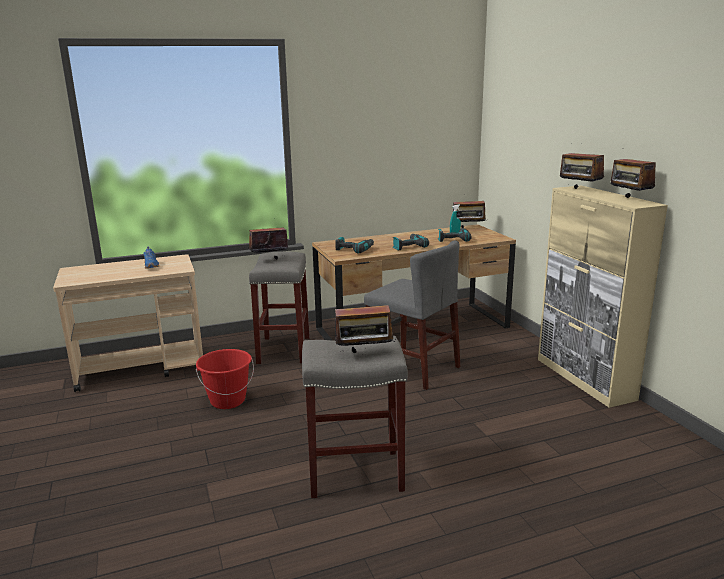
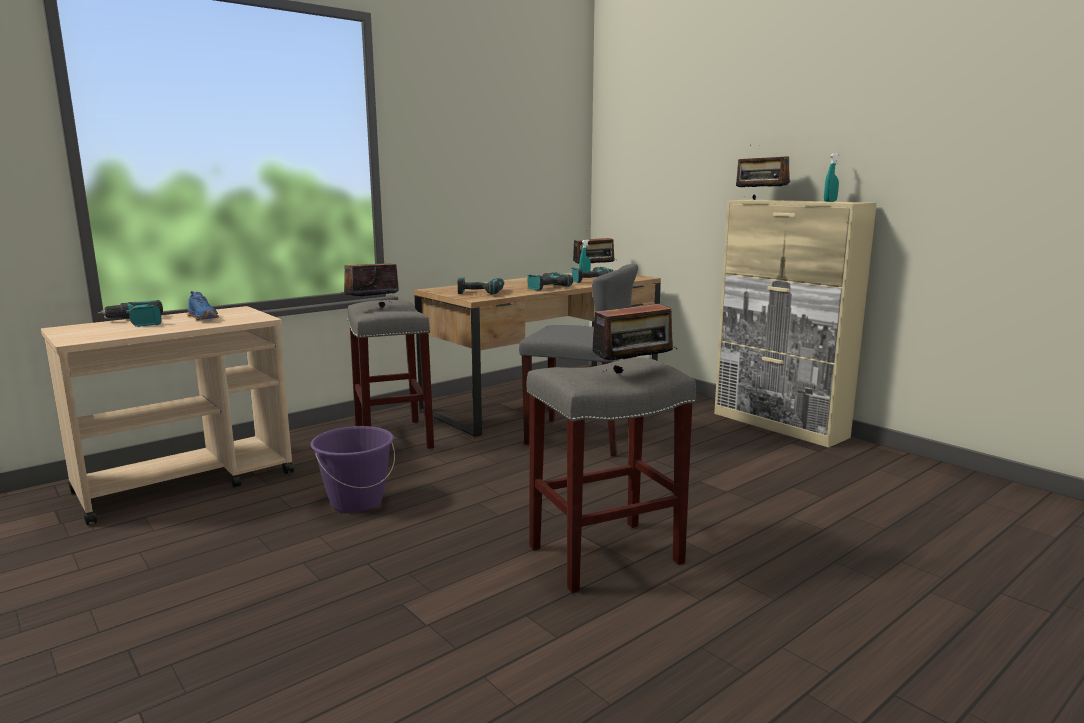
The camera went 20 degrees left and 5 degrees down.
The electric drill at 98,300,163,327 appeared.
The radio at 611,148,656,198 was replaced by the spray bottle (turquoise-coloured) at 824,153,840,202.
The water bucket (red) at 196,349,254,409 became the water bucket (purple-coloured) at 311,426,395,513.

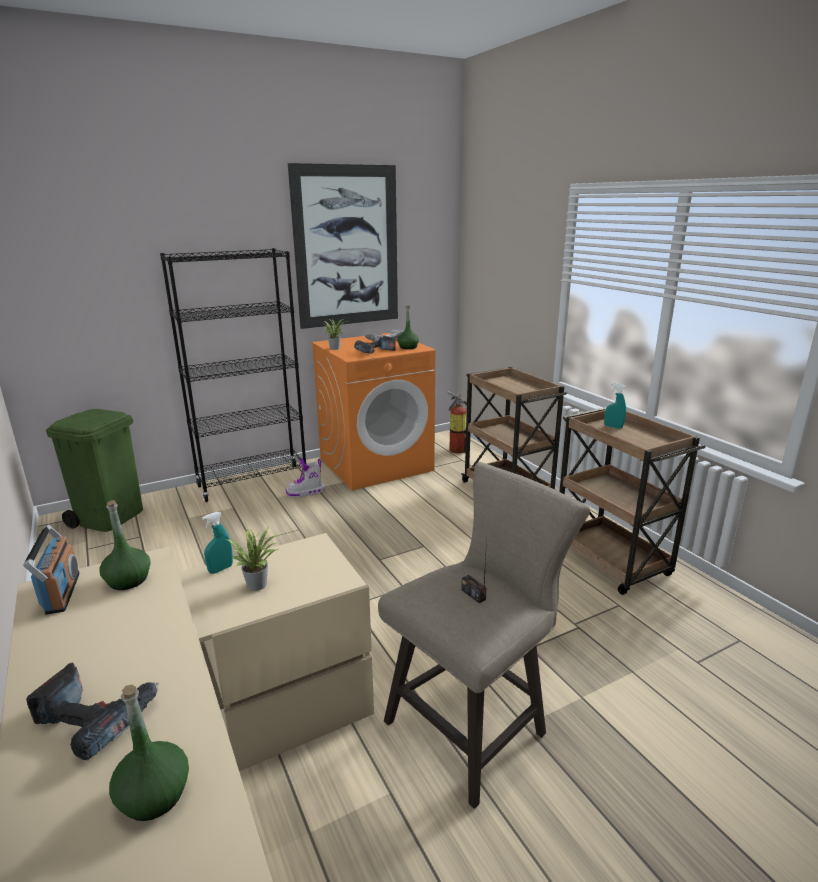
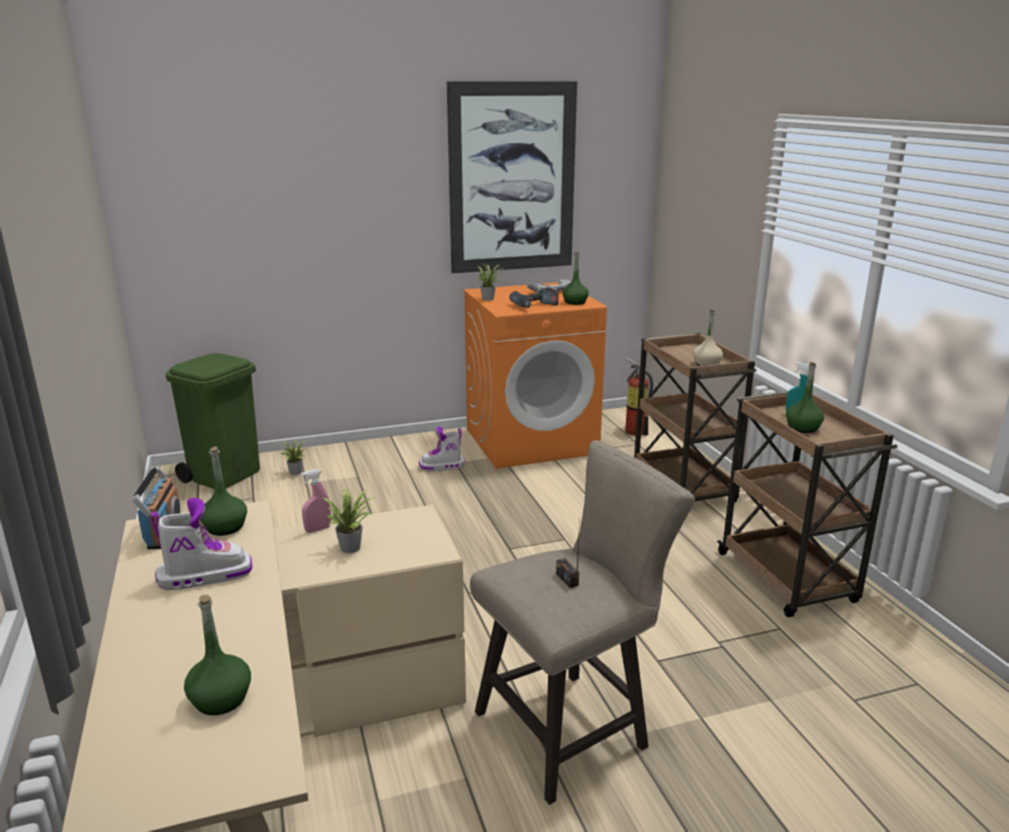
The camera went 10 degrees right and 0 degrees up.
The electric drill at 26,663,159,760 disappeared.
The shelving unit (black-coloured) at 160,248,306,502 disappeared.
The boot at 151,498,252,590 appeared.
The potted plant at 278,439,306,475 appeared.
The drink bottle (sand-coloured) at 693,309,723,366 appeared.
The drink bottle (greenish) at 786,362,824,433 appeared.
The spray bottle (turquoise-coloured) at 202,512,233,574 became the spray bottle (pink) at 301,469,331,533.

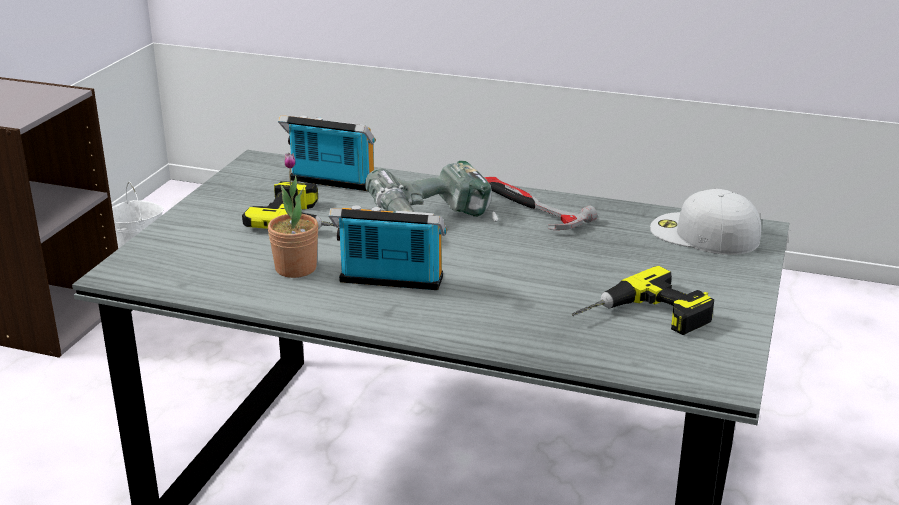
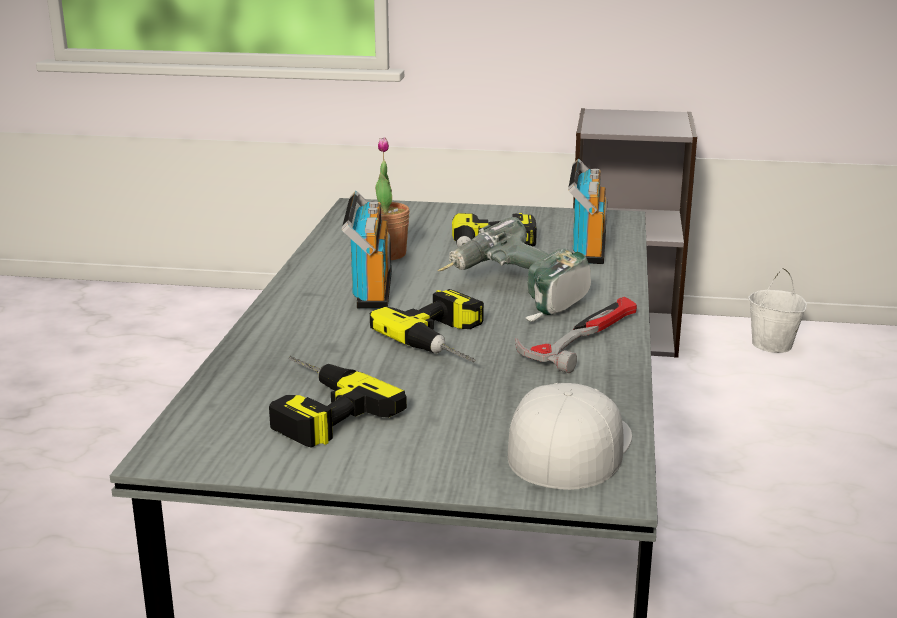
The camera went 80 degrees right and 5 degrees down.
The electric drill at 370,289,484,363 appeared.

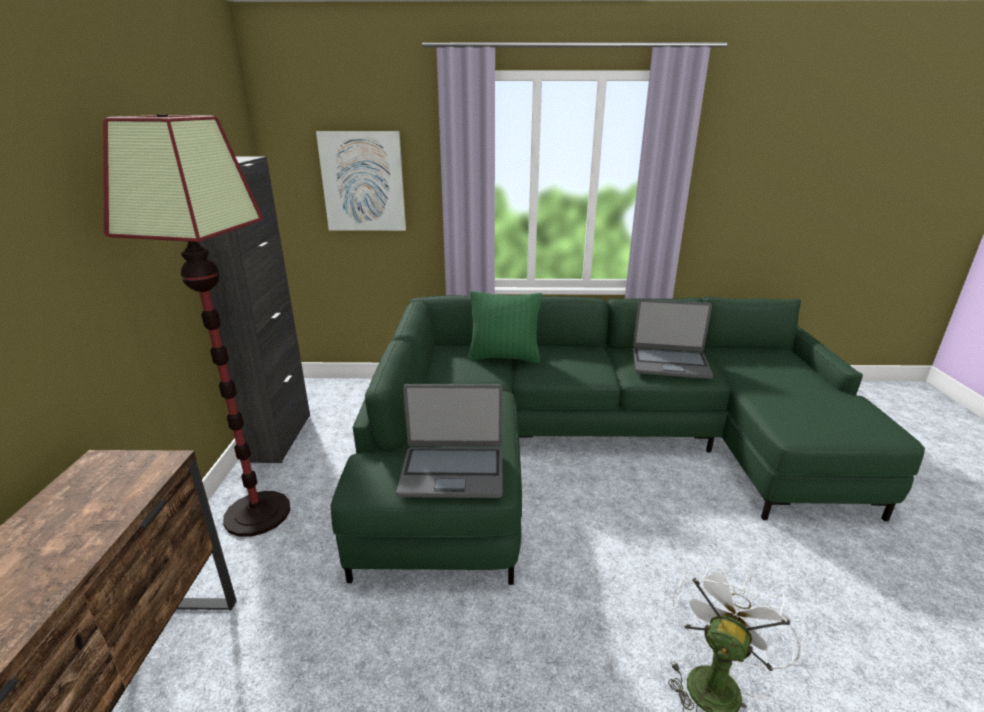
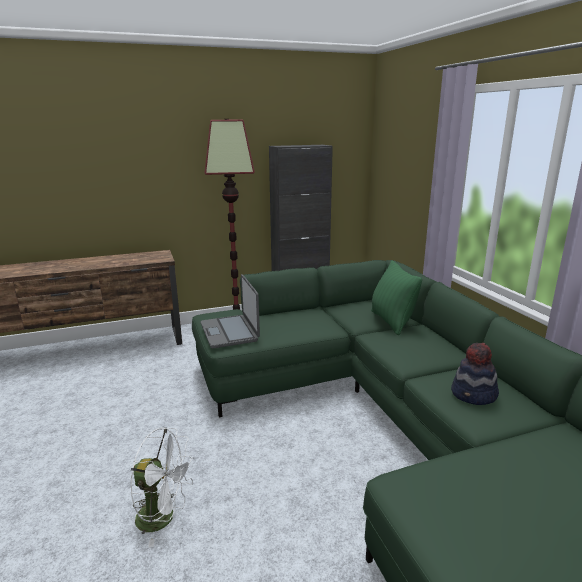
The camera went 70 degrees right and 5 degrees down.
The wall art at 316,131,406,231 disappeared.
The laptop at 633,299,713,379 was replaced by the wearable hat at 451,343,499,405.

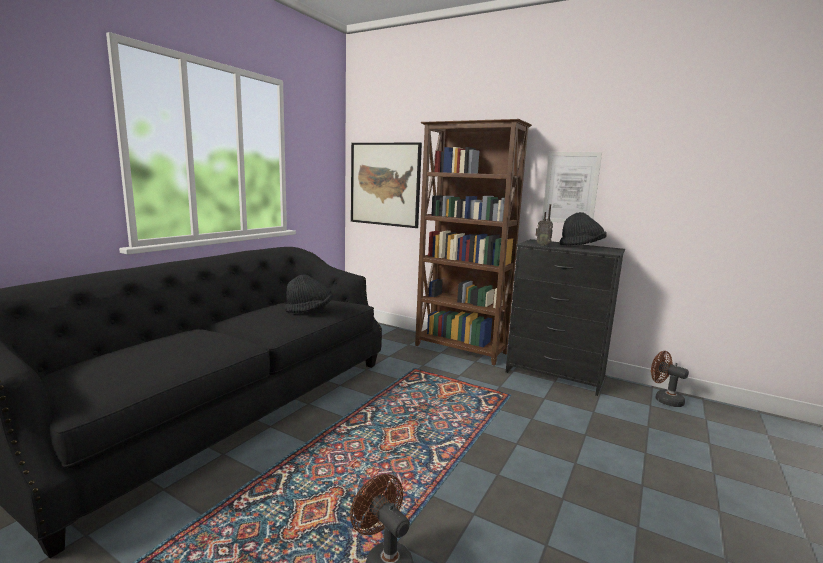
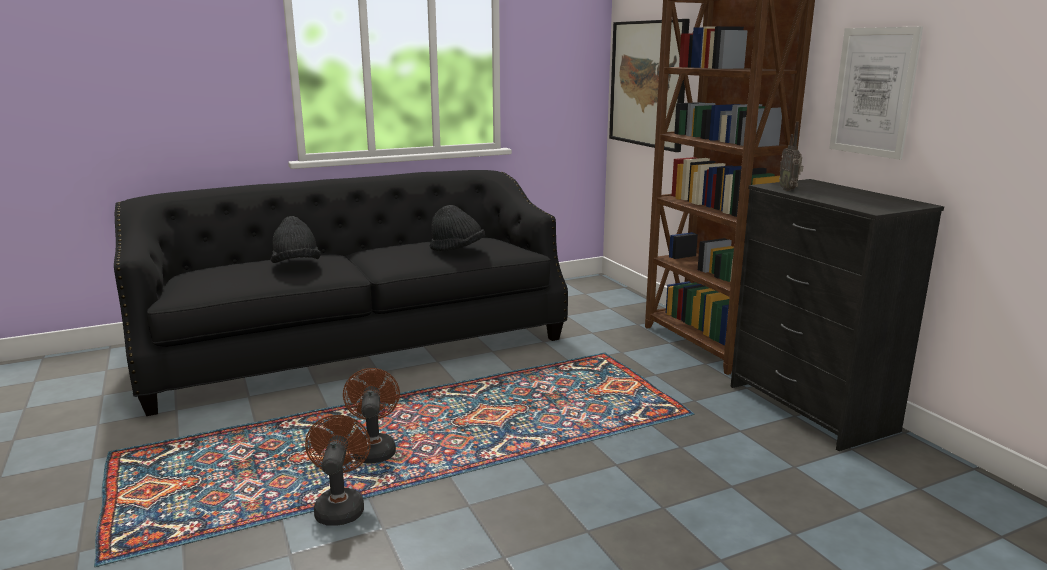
The camera went 35 degrees right and 5 degrees up.
The wearable hat (black-coloured) moved from 559,212,607,245 to 271,216,321,263.
The cooling fan (brown-coloured) moved from 651,351,689,407 to 343,368,400,463.

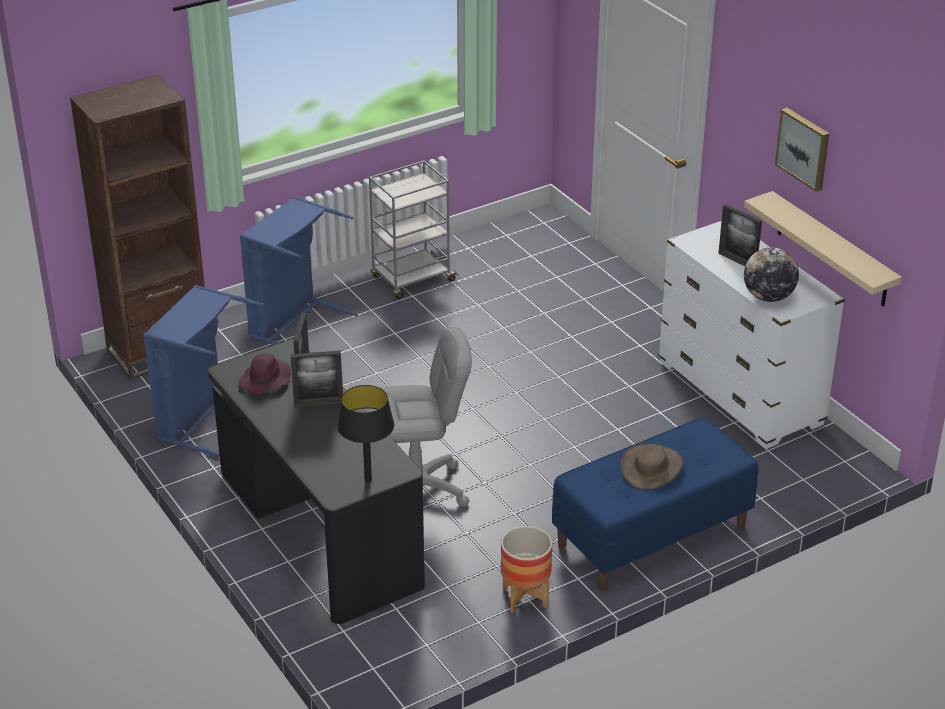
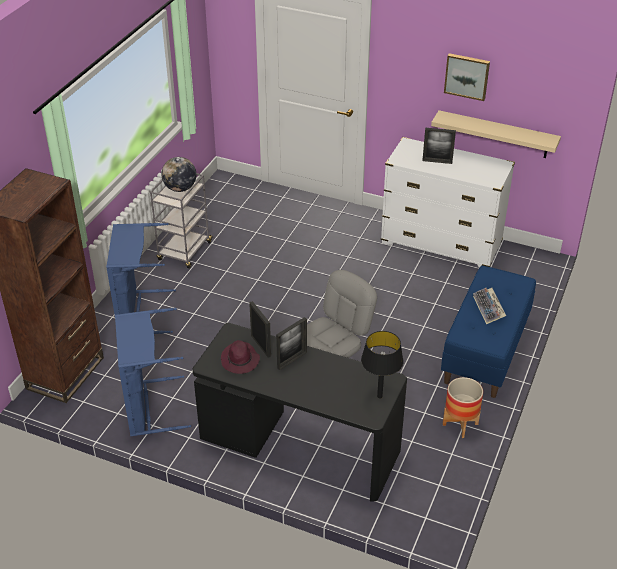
The camera went 35 degrees left and 5 degrees up.
The desk globe moved from 744,247,799,302 to 161,157,196,192.
The wearable hat (brown-coloured) at 621,444,683,489 was replaced by the PC keyboard at 473,288,506,324.

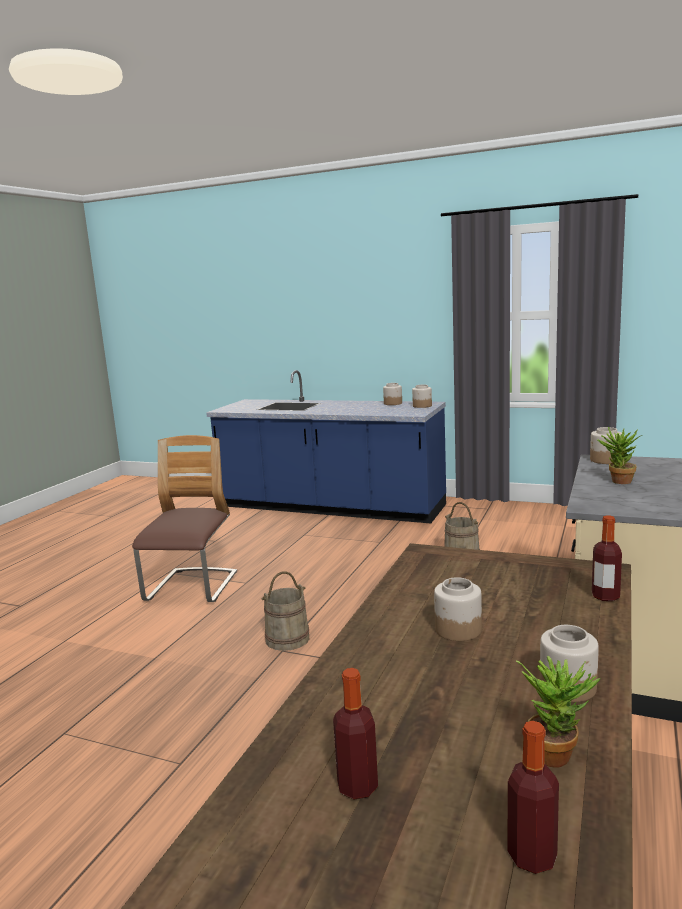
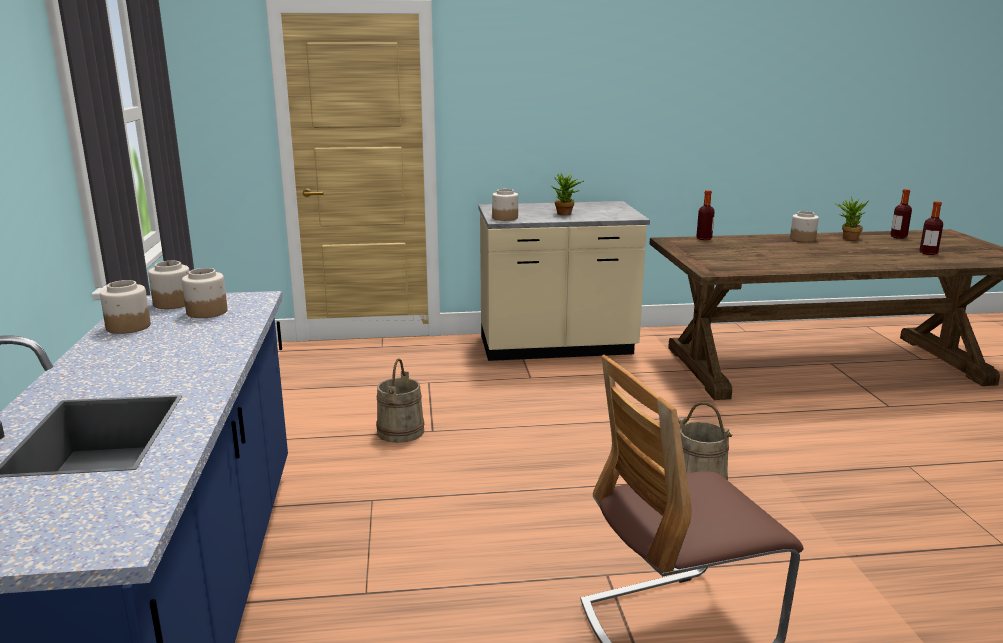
The camera went 120 degrees left and 5 degrees up.
The jar moved from 434,577,482,641 to 182,268,228,318.

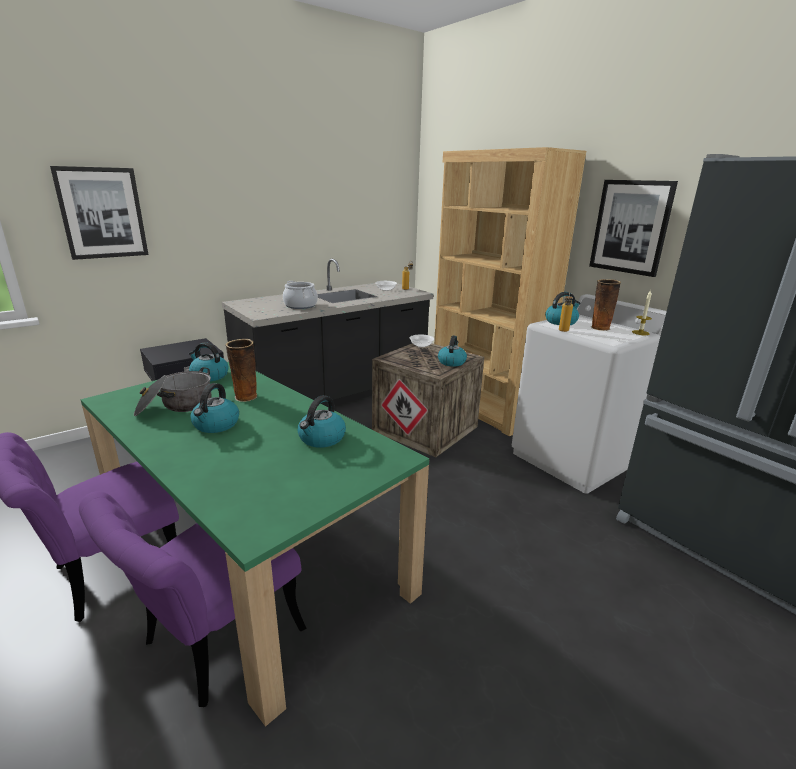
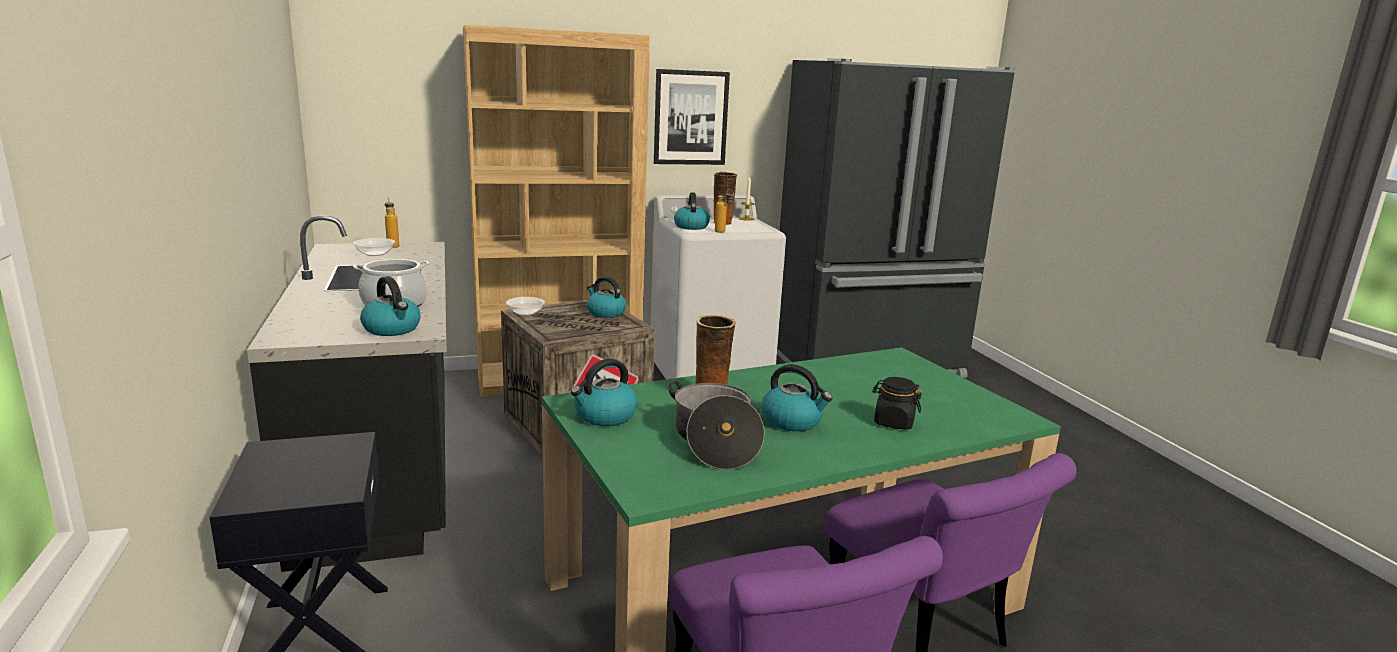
The camera went 70 degrees left and 5 degrees down.
The wall art at 50,166,148,260 disappeared.
The jar (black-coloured) at 872,377,922,430 appeared.
The tea kettle moved from 298,395,346,448 to 360,276,421,336.

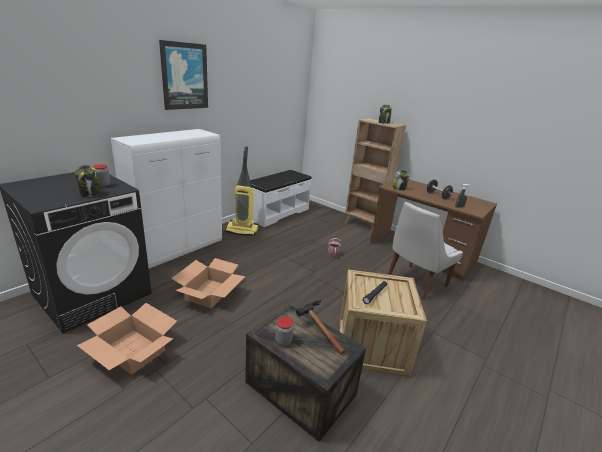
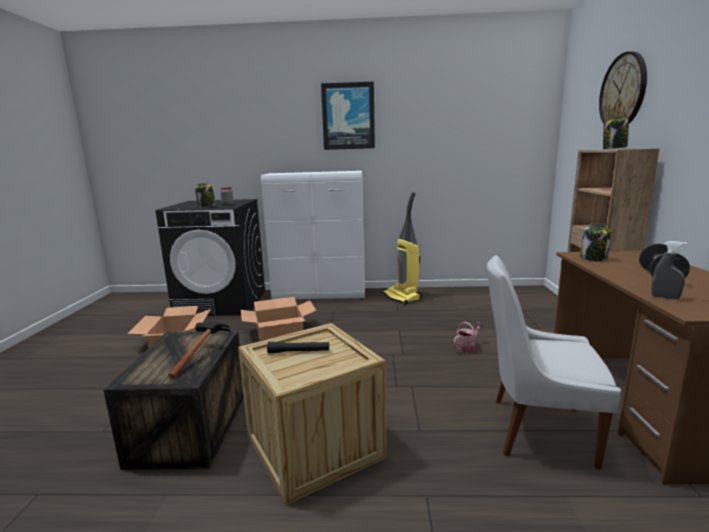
The camera went 55 degrees right and 10 degrees down.
The indoor bench (white) at 250,170,312,227 disappeared.
The jar at 275,317,294,346 disappeared.
The hanging clock at 599,51,647,124 appeared.

